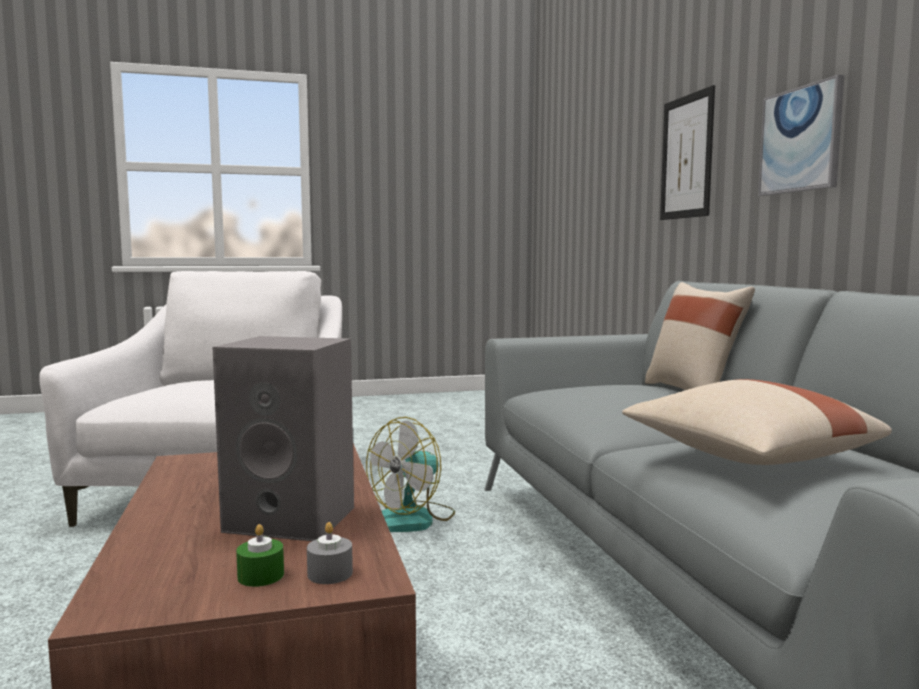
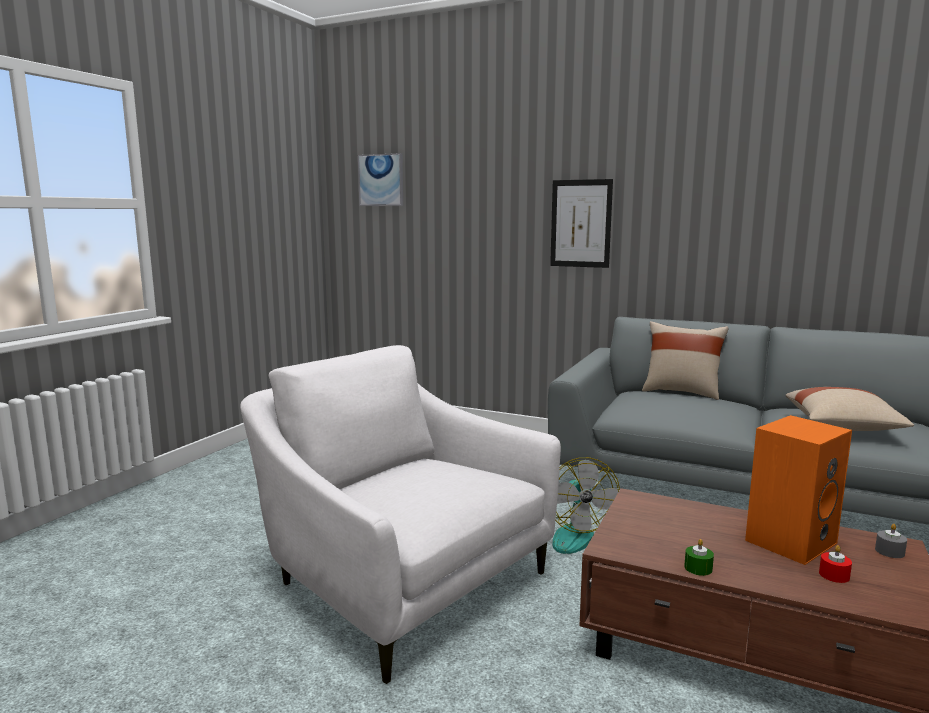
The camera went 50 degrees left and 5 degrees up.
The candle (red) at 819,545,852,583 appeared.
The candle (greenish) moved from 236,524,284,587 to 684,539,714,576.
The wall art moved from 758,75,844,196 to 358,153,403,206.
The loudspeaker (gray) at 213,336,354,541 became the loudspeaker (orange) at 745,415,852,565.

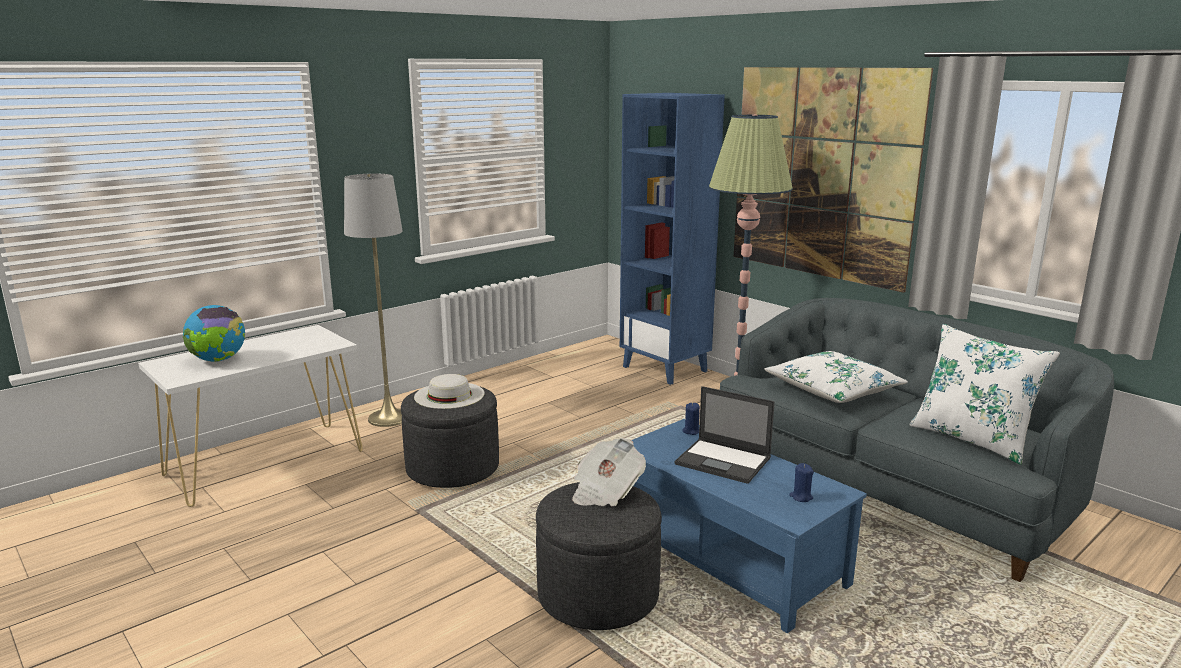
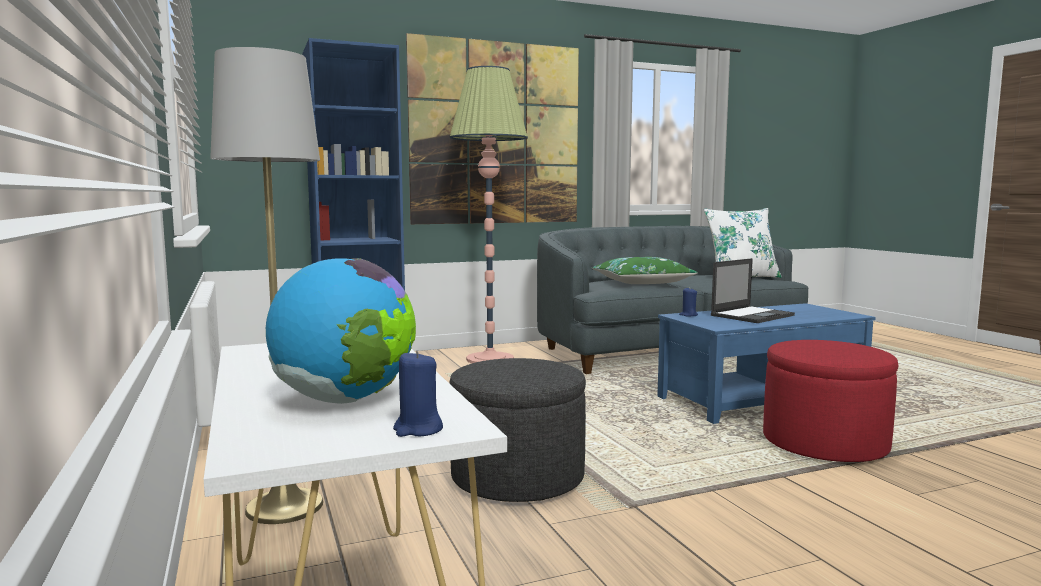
The camera went 70 degrees left and 10 degrees down.
The wearable hat (white) at 414,374,484,409 disappeared.
The newspaper at 572,438,646,507 disappeared.
The candle (blue) moved from 789,463,814,502 to 393,350,443,437.
The footrest (gray) at 536,482,662,630 became the footrest (red) at 763,340,898,462.
The throw pillow (white) at 764,351,908,403 became the throw pillow (greenish) at 592,257,698,284.

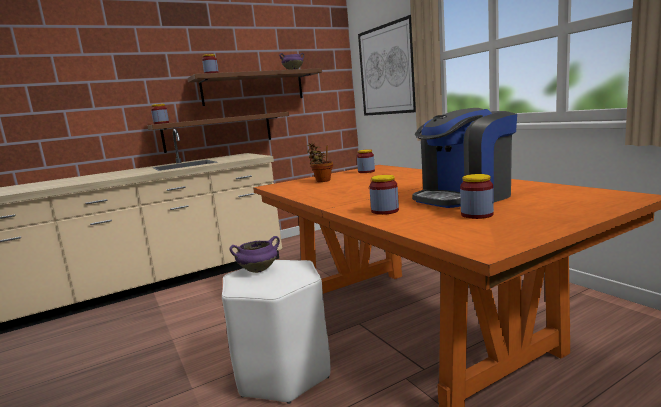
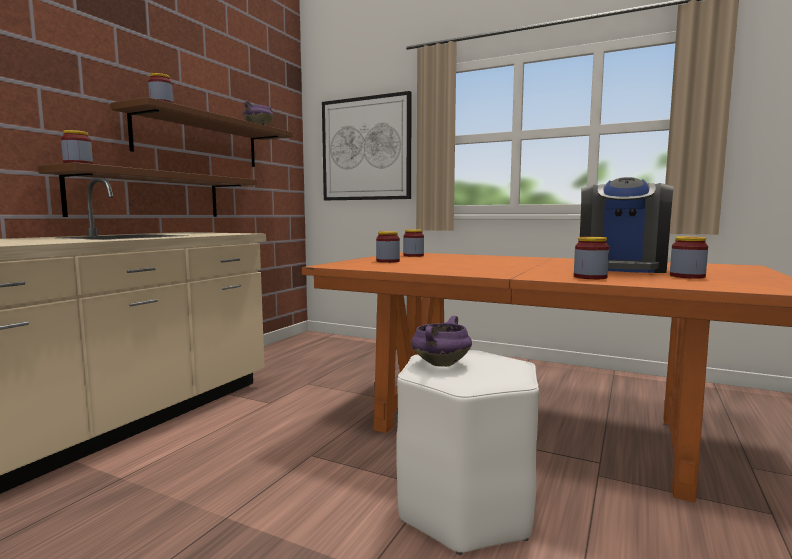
The camera went 35 degrees left and 5 degrees down.
The potted plant at 307,143,333,182 was replaced by the jar at 376,231,400,263.

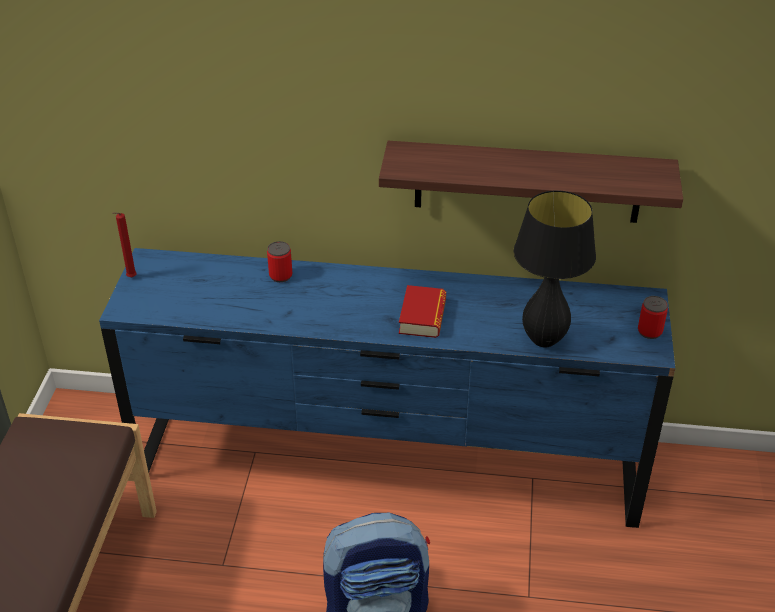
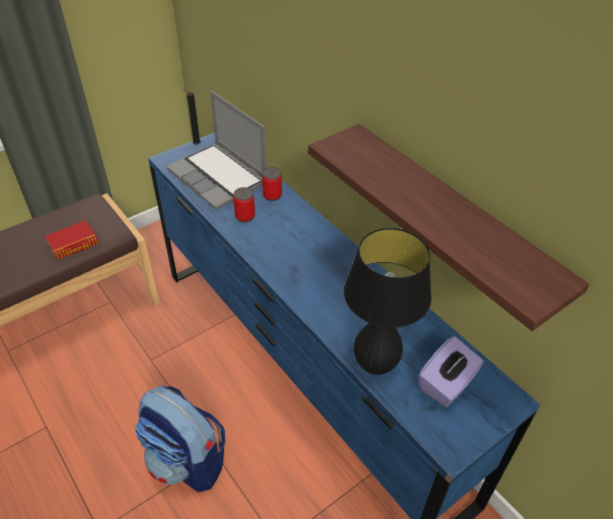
The camera went 45 degrees right and 5 degrees up.
The laptop at 167,91,267,210 appeared.
The tissue box (purple-coloured) at 418,336,484,407 appeared.
The volume moved from 399,285,446,338 to 45,220,99,260.
The metal can moved from 638,296,668,339 to 233,187,255,222.
The candle (red) at 113,212,137,277 became the candle (black-coloured) at 183,89,201,145.

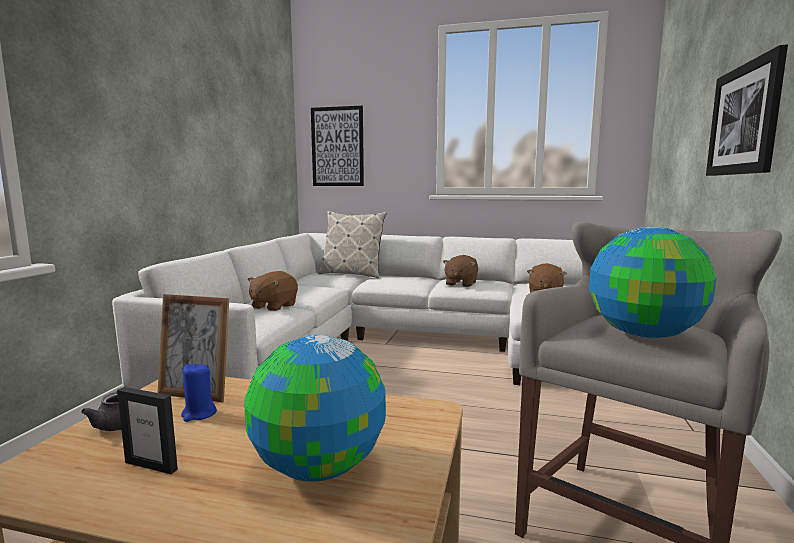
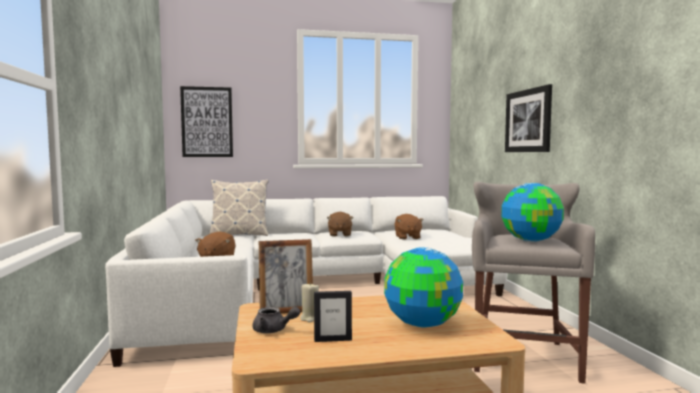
The camera went 25 degrees left and 5 degrees down.
The candle (blue) at 181,363,217,422 became the candle (sand-coloured) at 300,282,319,322.

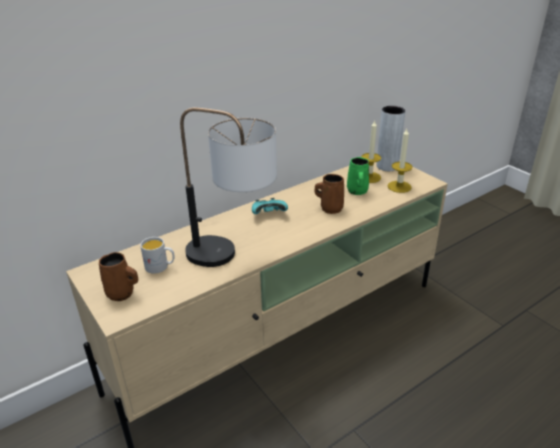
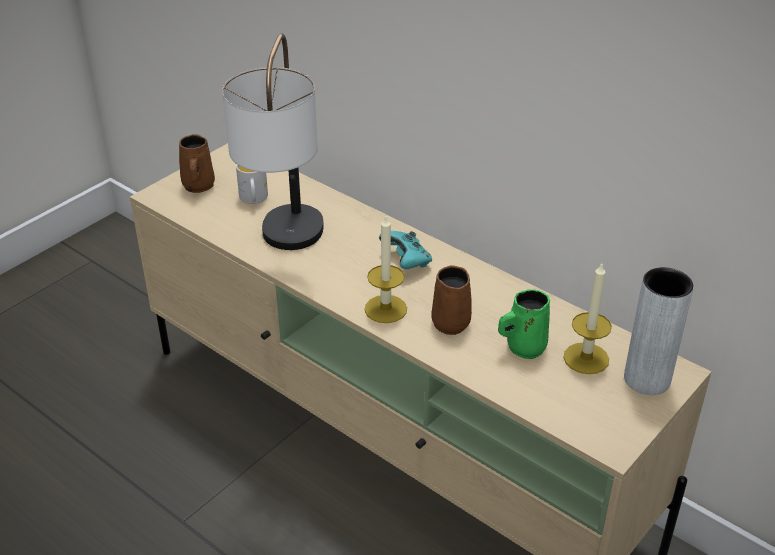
The camera went 75 degrees right and 5 degrees up.
The candle moved from 388,129,413,193 to 365,216,407,323.

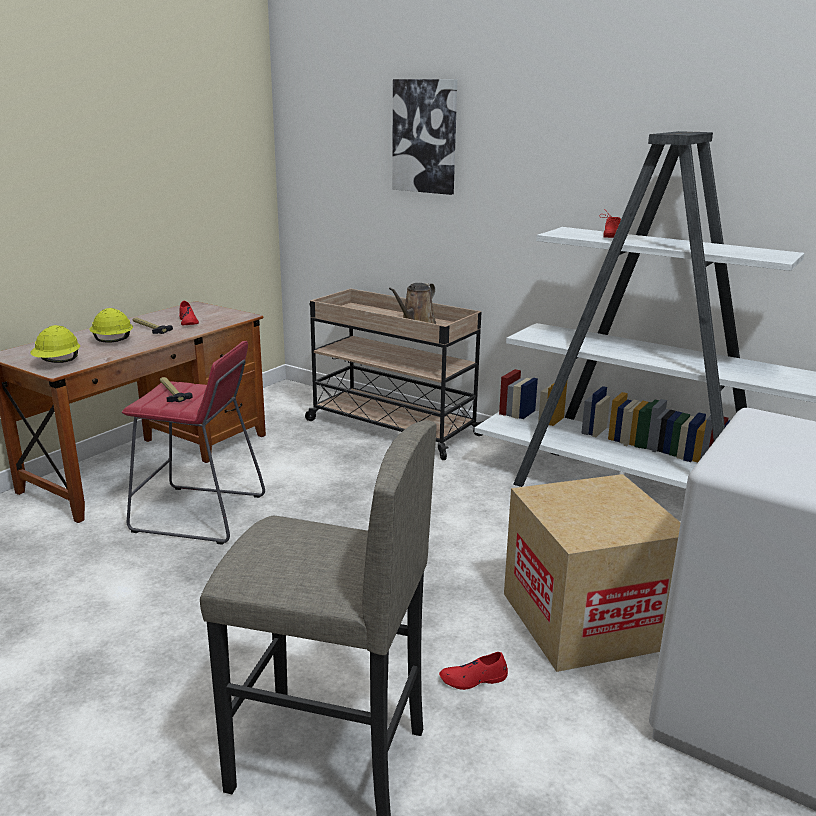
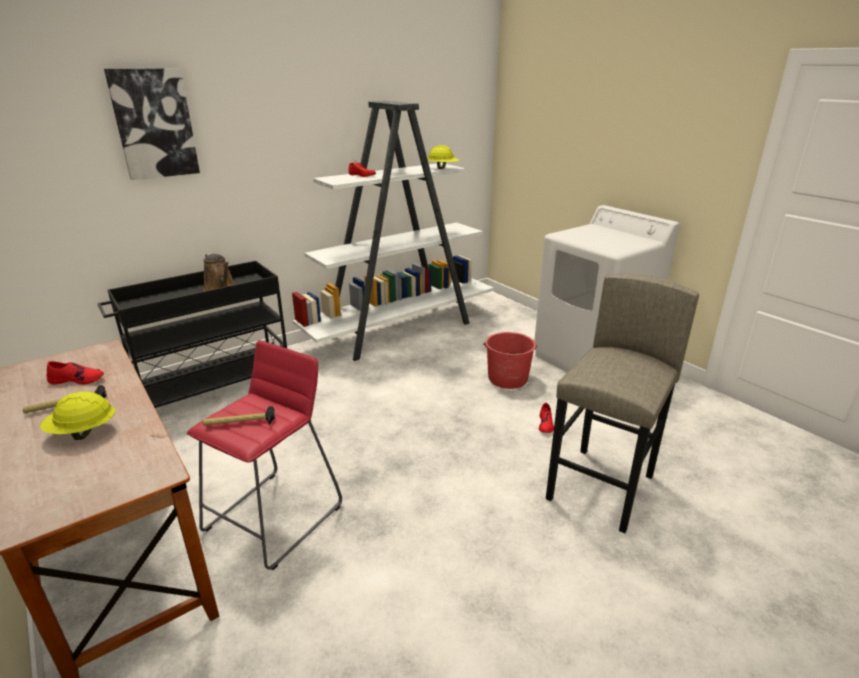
The camera went 70 degrees left and 5 degrees up.
The safety helmet (yellow) moved from 30,325,80,363 to 427,145,460,169.
The packing box at 504,474,681,672 was replaced by the water bucket (red) at 483,332,537,389.
The cart (sand-coloured) at 305,288,484,460 became the cart (black-coloured) at 97,261,287,408.

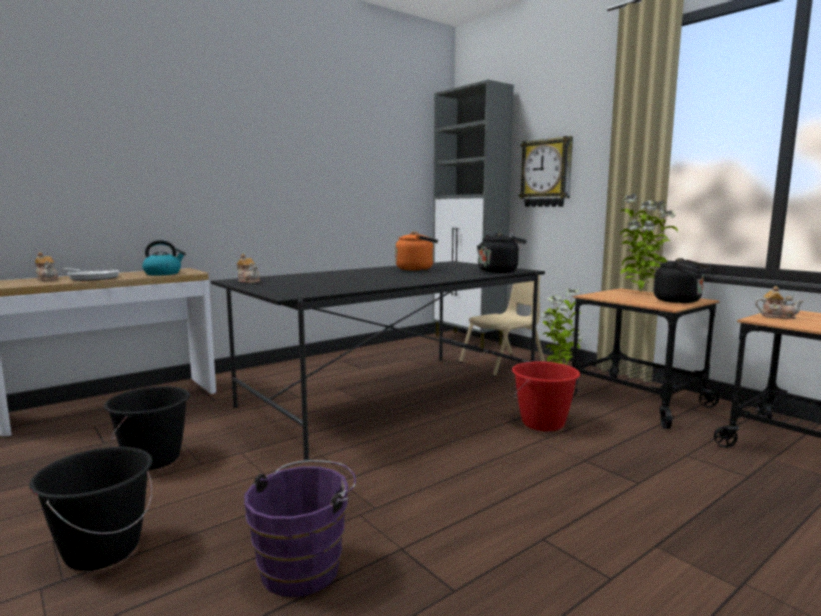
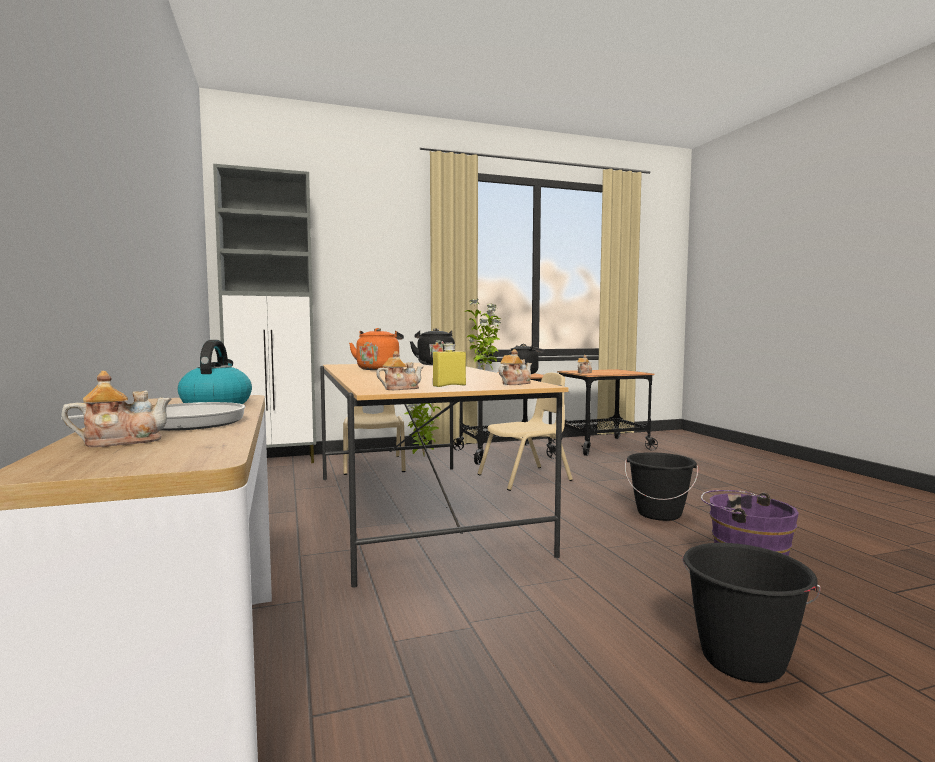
The camera went 70 degrees left and 5 degrees down.
The hanging clock at 519,136,573,207 disappeared.
The drink bottle (yellow) at 433,342,466,387 appeared.
The pot for tea at 498,349,532,385 appeared.
The water bucket (black-coloured) moved from 104,386,190,470 to 625,452,698,521.
The water bucket (red) at 512,361,580,431 was replaced by the upright chair (sand-coloured) at 478,373,573,491.
The dining table (black-coloured) at 211,261,545,461 became the dining table (sand-coloured) at 320,363,568,588.

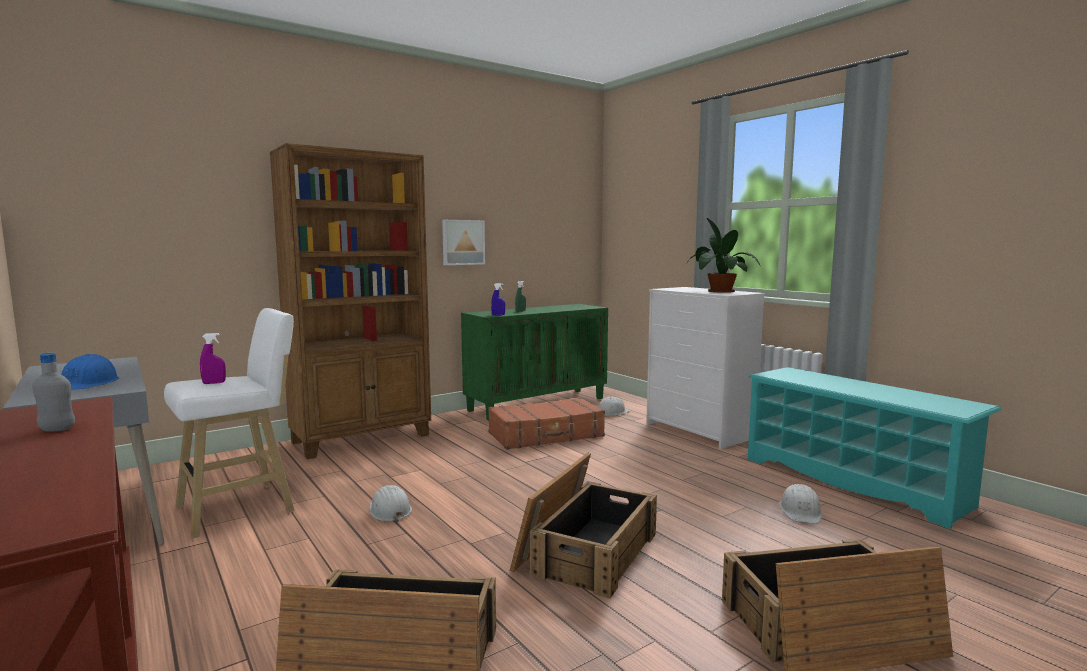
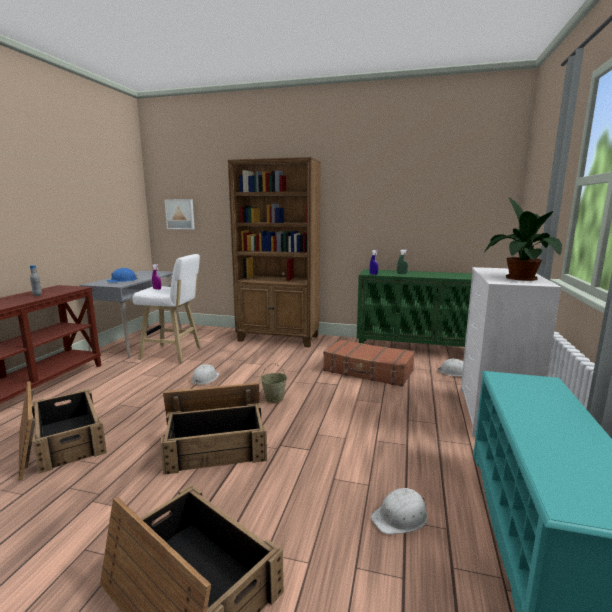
The camera went 50 degrees right and 5 degrees up.
The water bucket (sand-coloured) at 261,363,287,403 appeared.
The wall art moved from 442,220,485,265 to 164,199,195,229.

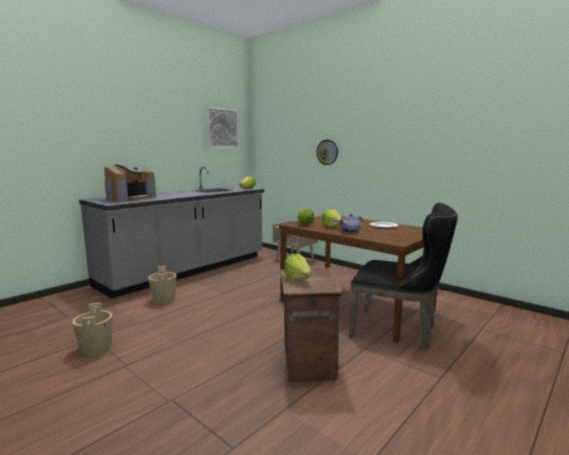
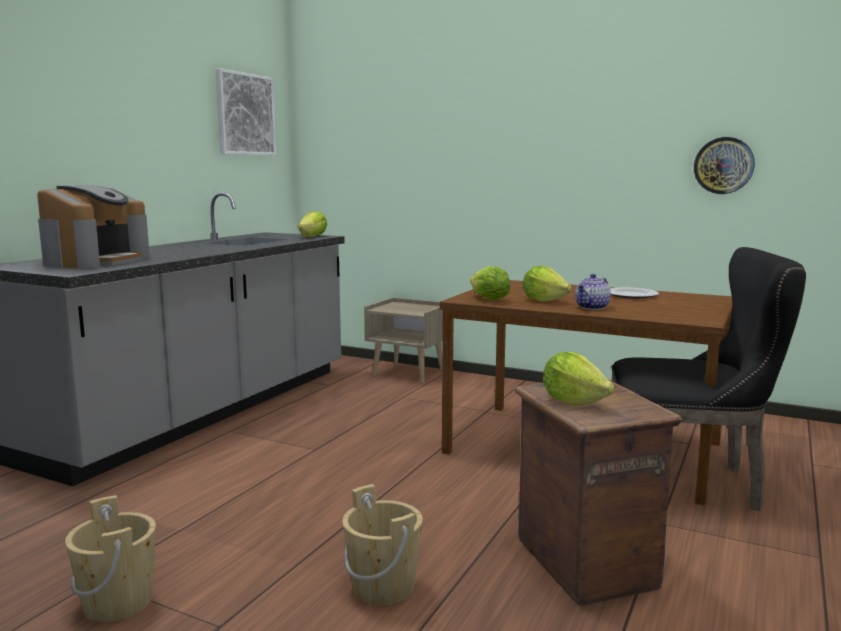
The camera went 15 degrees left and 0 degrees up.
The water bucket (sand-coloured) moved from 148,266,177,304 to 342,484,423,605.
The hanging clock moved from 316,140,338,165 to 694,137,755,194.

